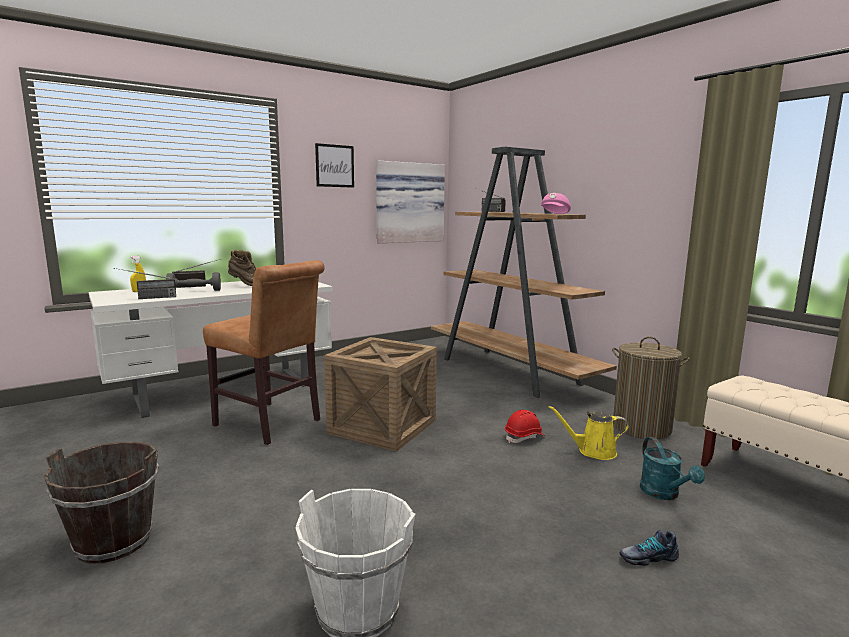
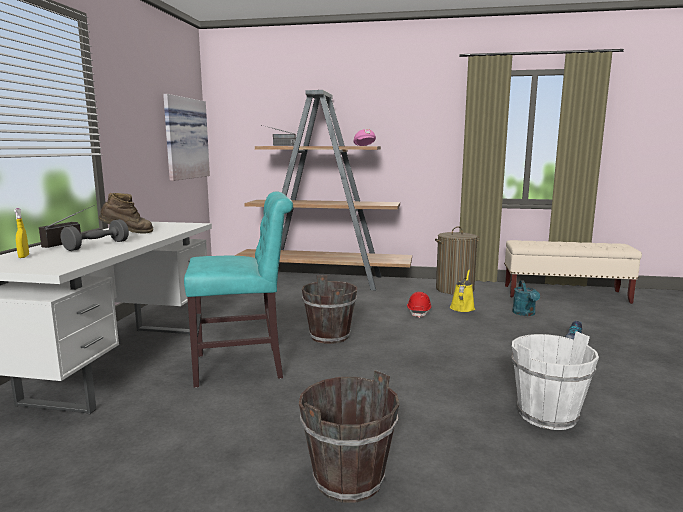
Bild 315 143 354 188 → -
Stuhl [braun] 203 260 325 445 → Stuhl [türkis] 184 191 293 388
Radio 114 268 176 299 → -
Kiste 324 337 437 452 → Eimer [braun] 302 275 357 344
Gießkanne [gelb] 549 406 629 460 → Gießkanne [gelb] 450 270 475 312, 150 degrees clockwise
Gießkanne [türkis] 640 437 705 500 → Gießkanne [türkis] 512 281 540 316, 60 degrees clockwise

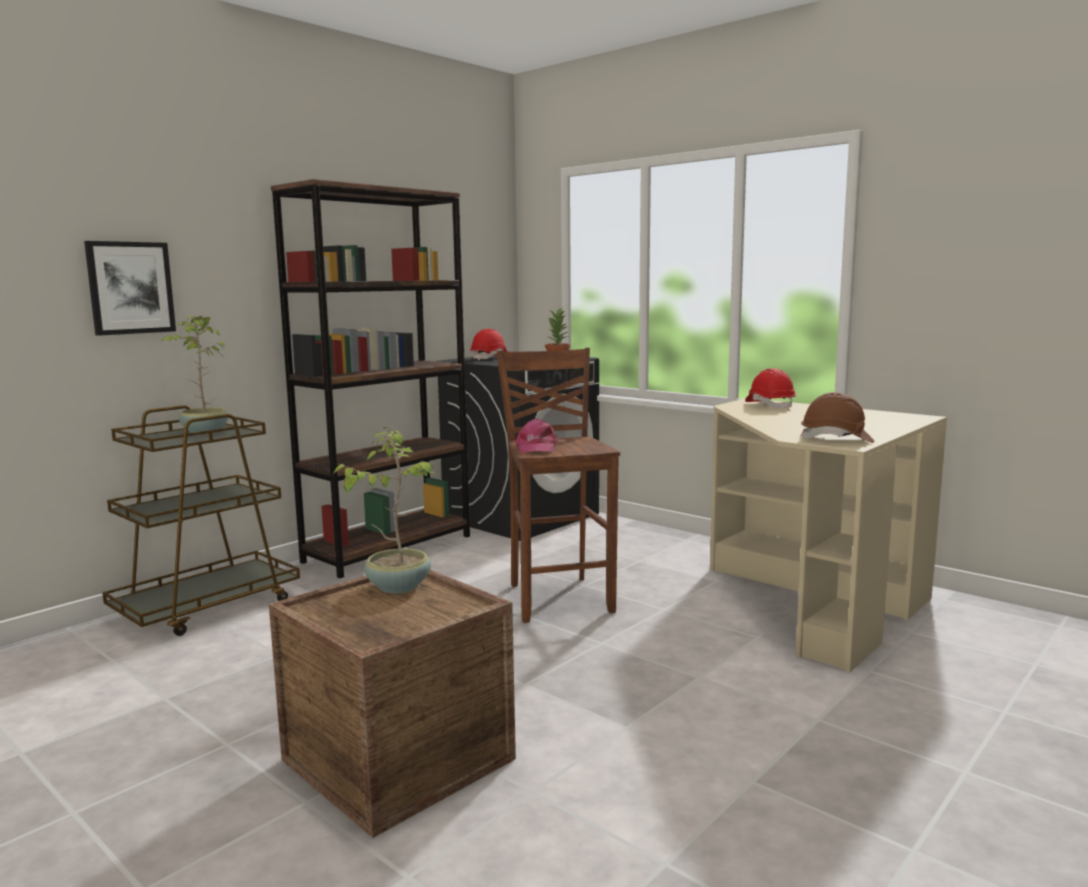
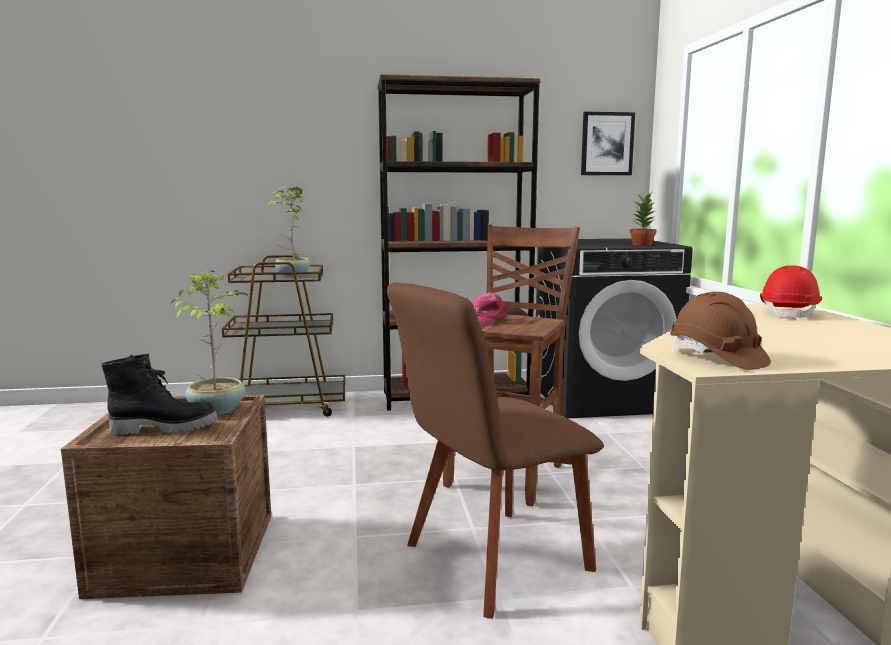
Bild 84 241 176 336 → Bild 581 112 635 175, relocated
Schutzhelm [rot] 470 329 508 361 → -
- → Stuhl [braun] 387 282 604 619
- → Stiefel [schwarz] 102 354 218 435

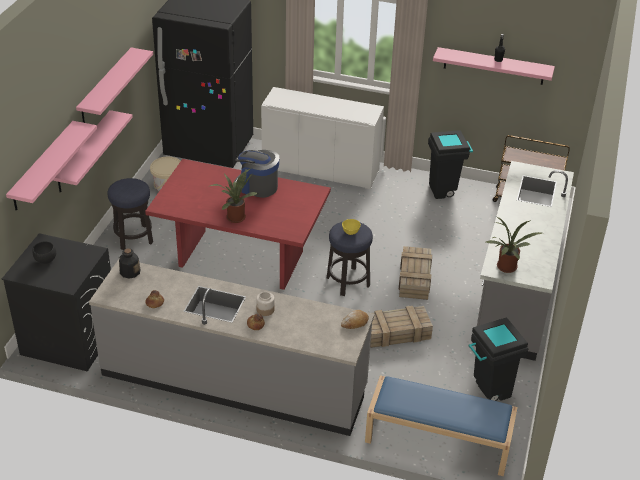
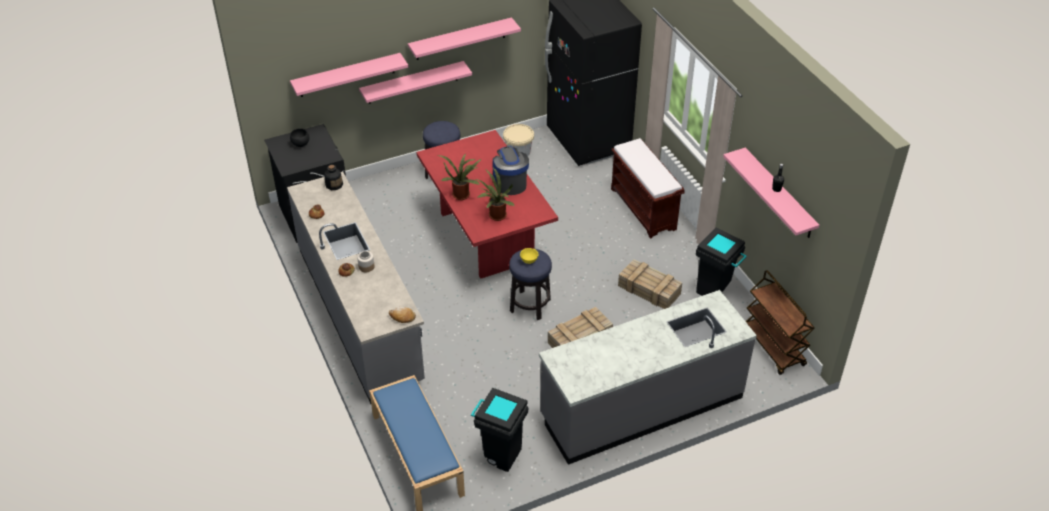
Schrank [weiß] 261 87 384 189 → Bank [braun] 611 138 685 239
Topfpflanze 486 217 542 273 → Topfpflanze 476 167 515 221, relocated
Kiste 370 306 433 348 → Kiste 618 259 682 309, relocated

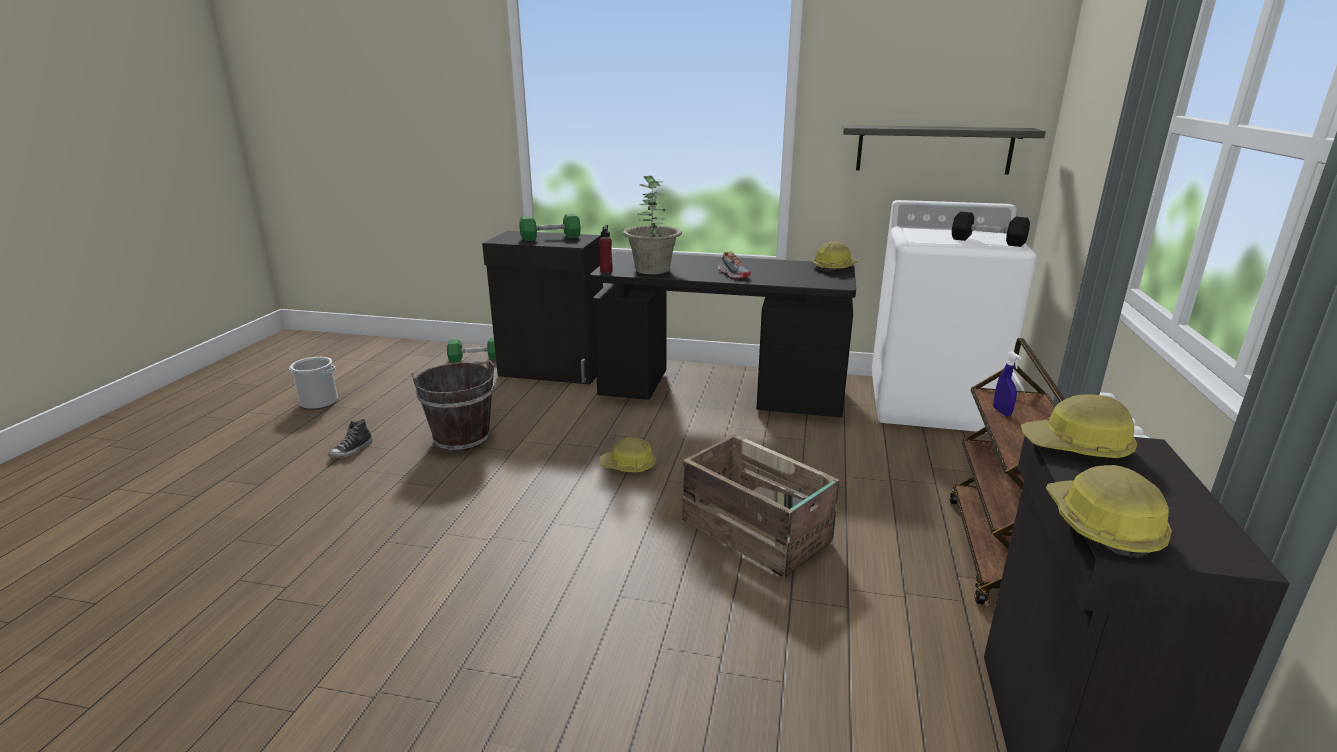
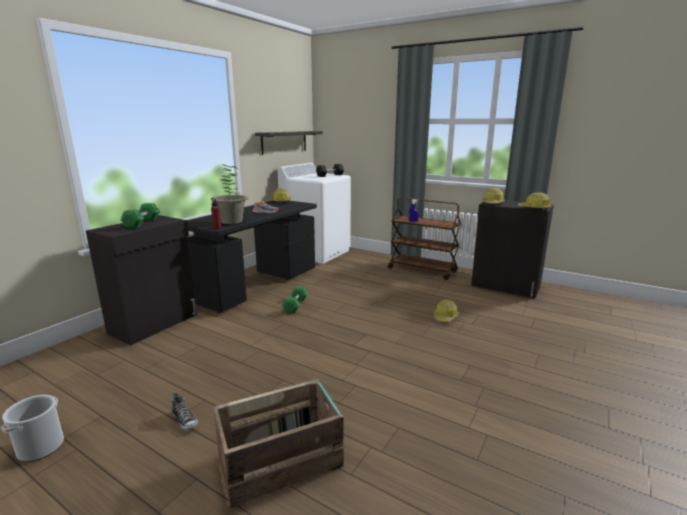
Hantel [grün] 447 338 496 362 → Hantel [grün] 282 286 308 313, relocated
Eimer [braun] 411 360 495 452 → -
Kiste 682 434 840 578 → Kiste 213 379 344 508, relocated
Schutzhelm 600 437 656 473 → Schutzhelm 434 299 459 322, relocated

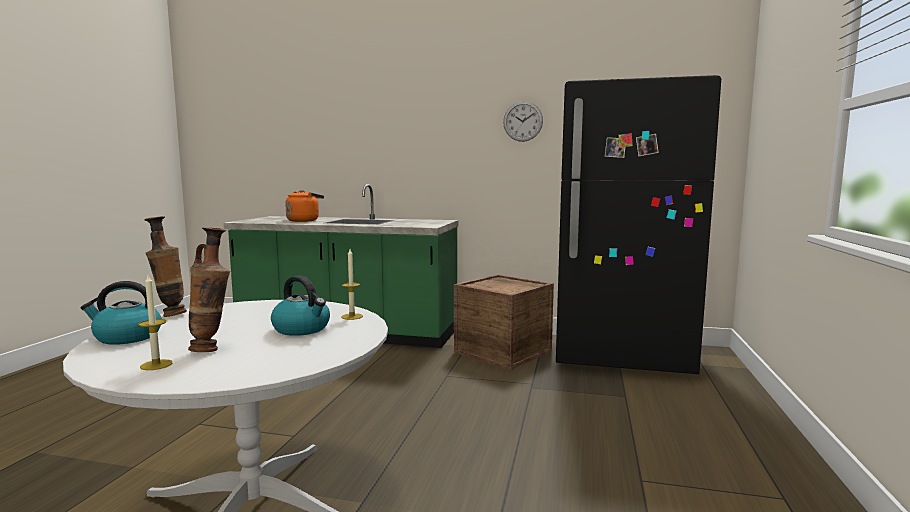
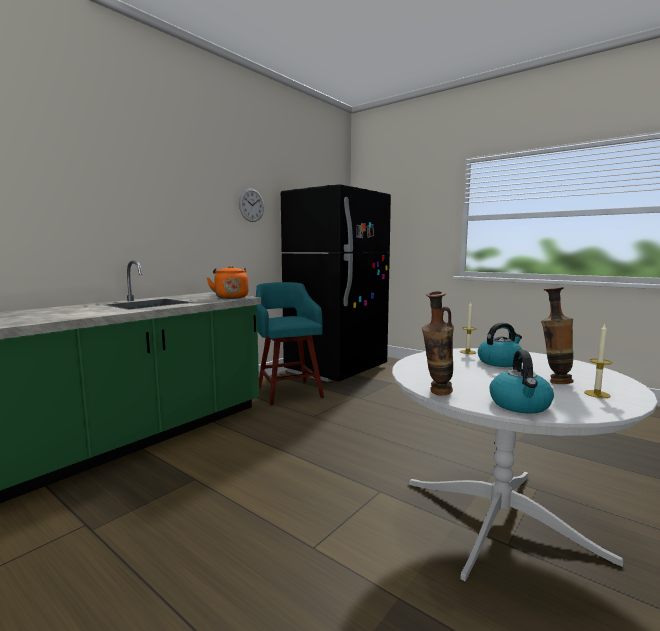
Wasserkessel [orange] 285 190 324 222 → Wasserkessel [orange] 207 265 249 299, relocated
Kiste 454 274 554 370 → Hocker [türkis] 256 282 324 406

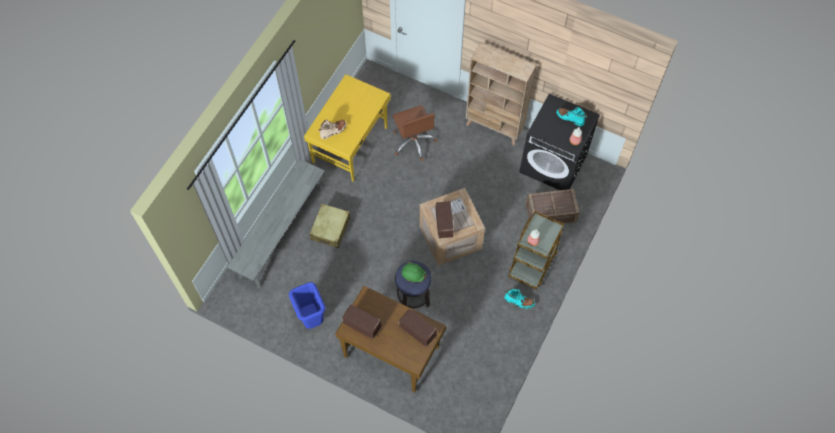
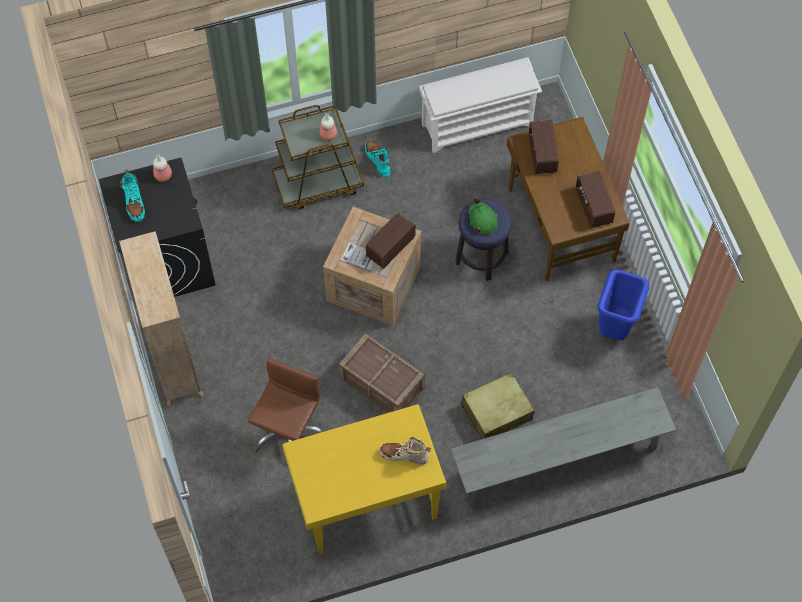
Kiste 525 189 580 224 → Kiste 338 333 425 412, relocated
- → Schuhregal [weiß] 419 57 542 153

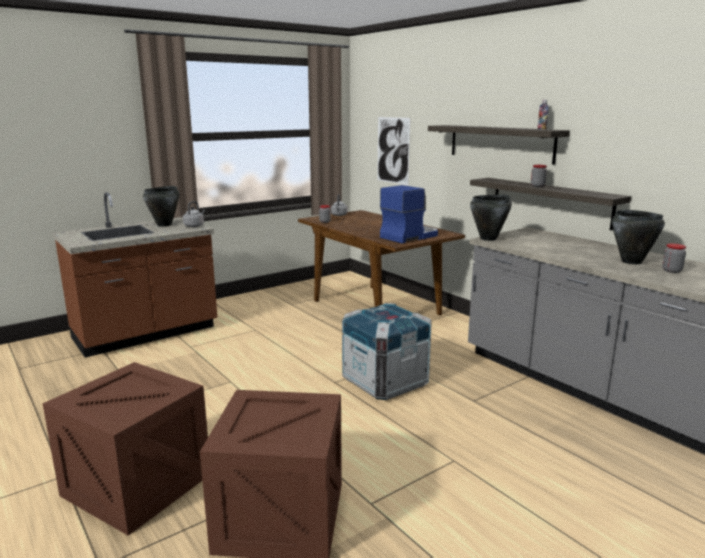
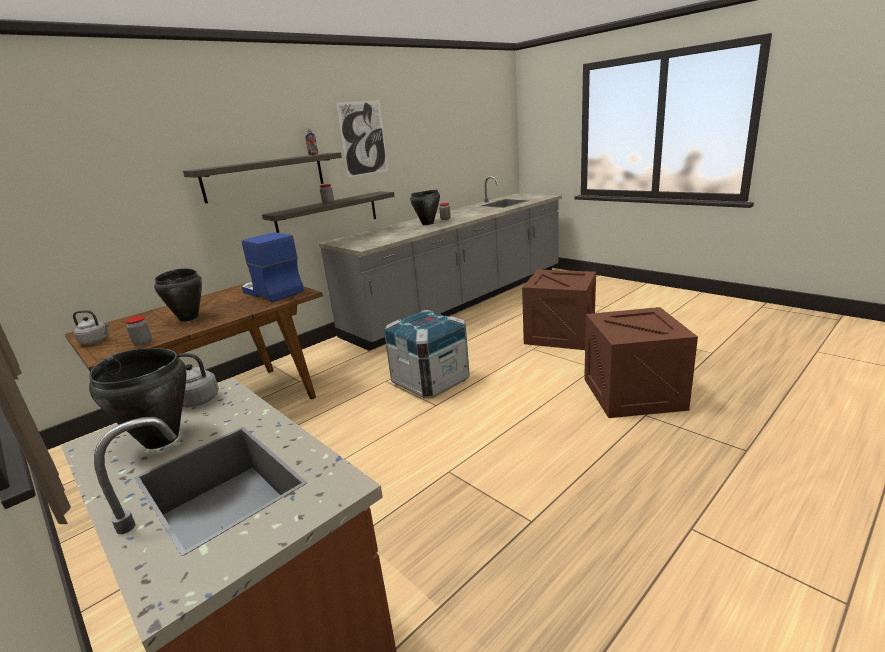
Bild 377 117 410 185 → Bild 336 100 388 178, relocated
Kochtopf [schwarz] 470 194 512 241 → Kochtopf [schwarz] 154 268 202 322, relocated
Kiste 42 362 208 536 → Kiste 522 270 596 350, relocated

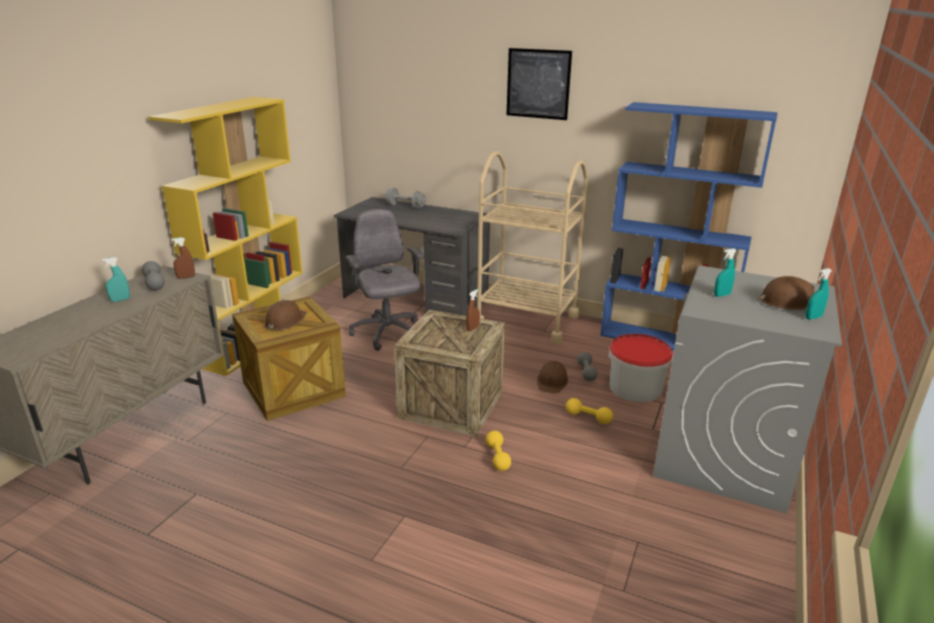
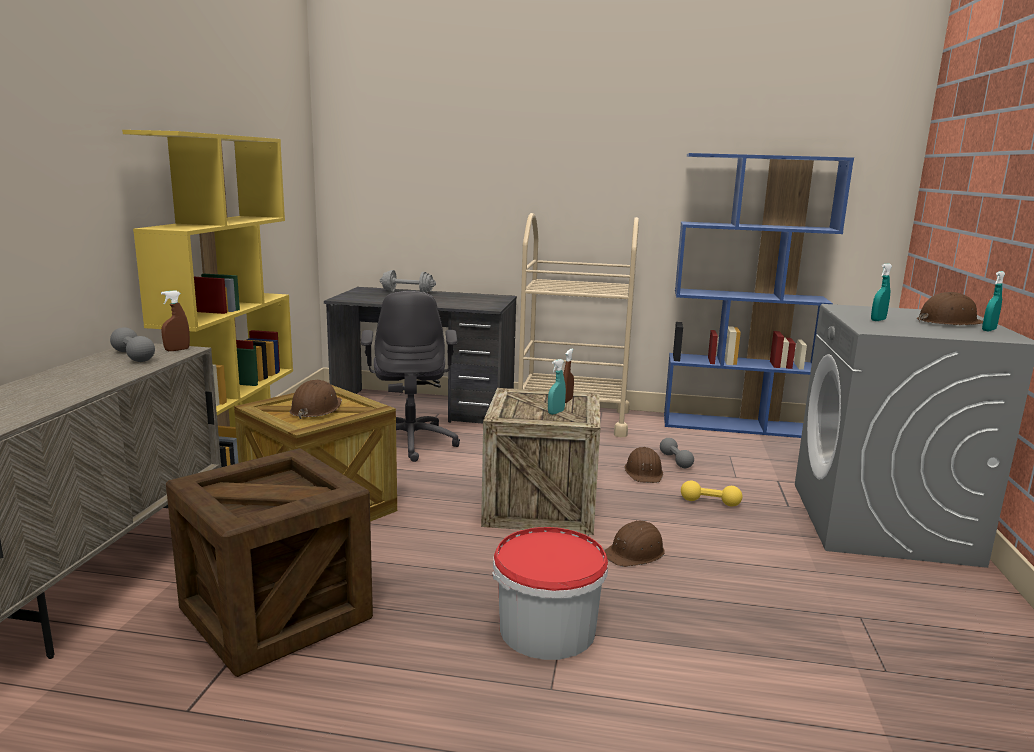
Bild 506 48 572 120 → -
Bürostuhl [grau] 345 209 424 351 → Bürostuhl [grau] 361 291 460 462, 150 degrees counterclockwise
Sprühflasche [türkis] 102 257 130 302 → Sprühflasche [türkis] 548 359 566 415, relocated
Eimer 608 334 673 402 → Eimer 492 527 608 660, relocated
Hantel [gelb] 486 431 511 471 → Schutzhelm [braun] 604 521 665 567
- → Kiste 166 448 373 677

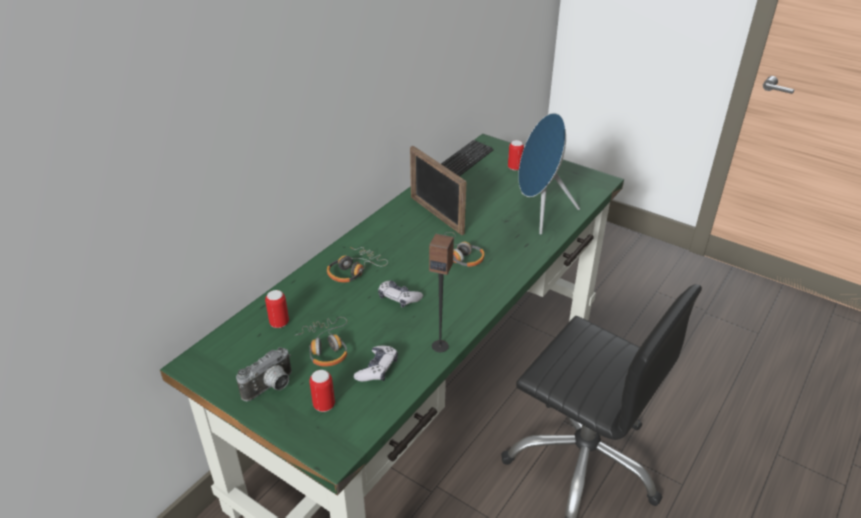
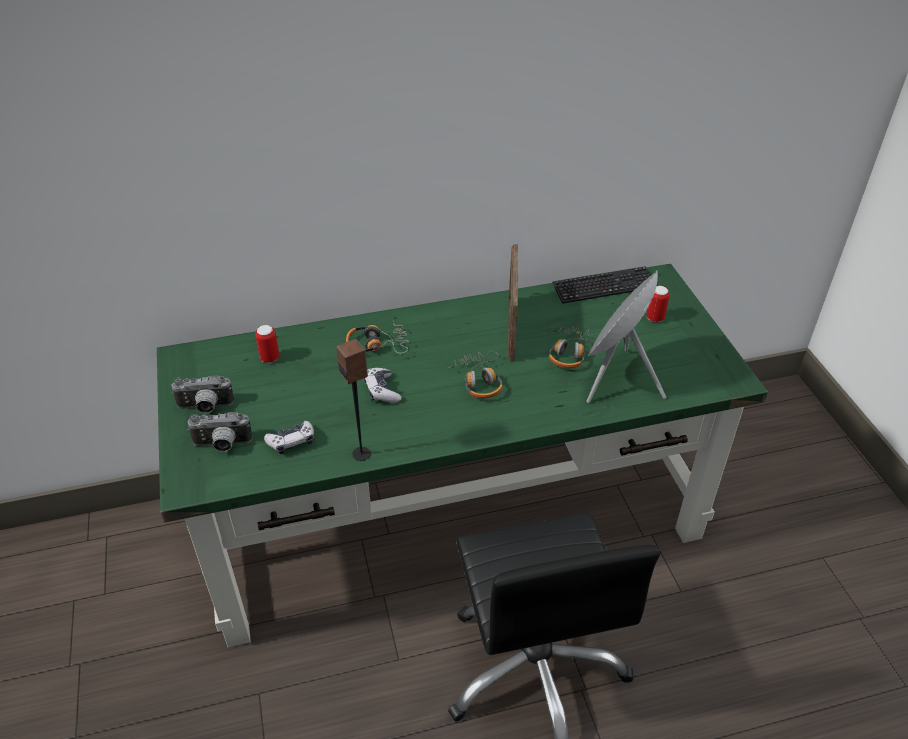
Lautsprecher [blau] 518 113 580 235 → Lautsprecher [grau] 587 270 666 403
Kopfhörer 296 317 347 367 → Kopfhörer 549 326 600 368, relocated
Dose 309 370 335 412 → Kamera 187 412 252 452

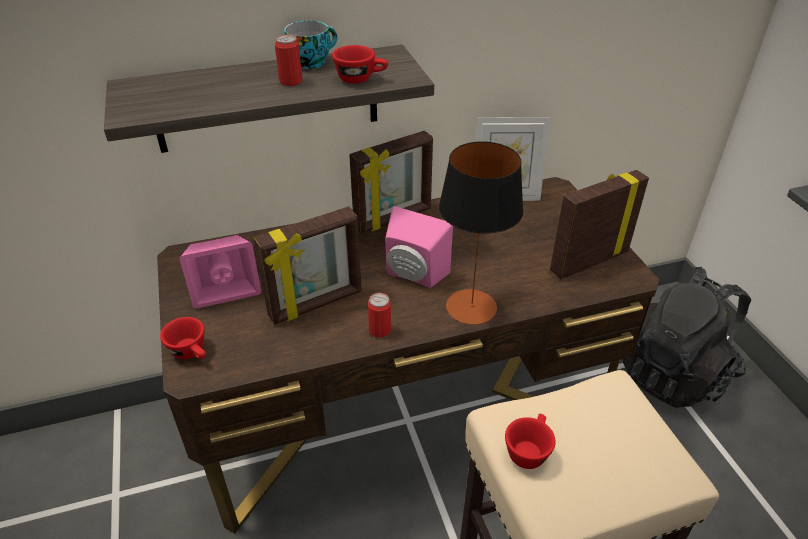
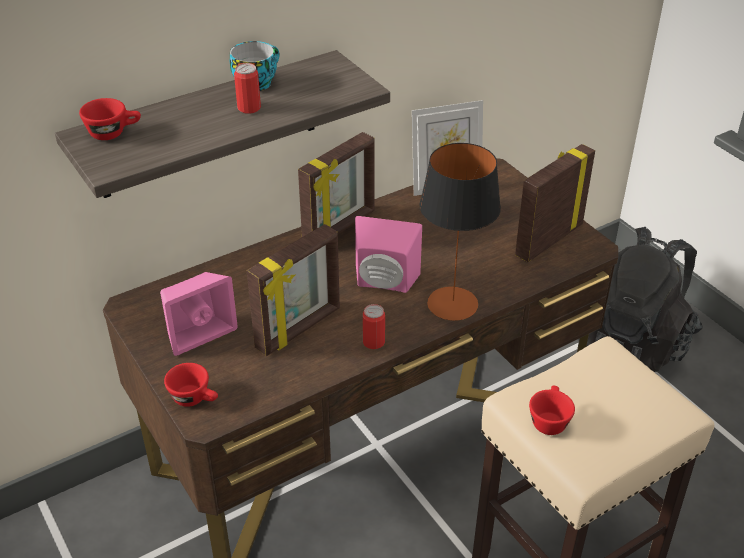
Tasse [rot] 332 45 388 84 → Tasse [rot] 79 98 141 140, relocated

